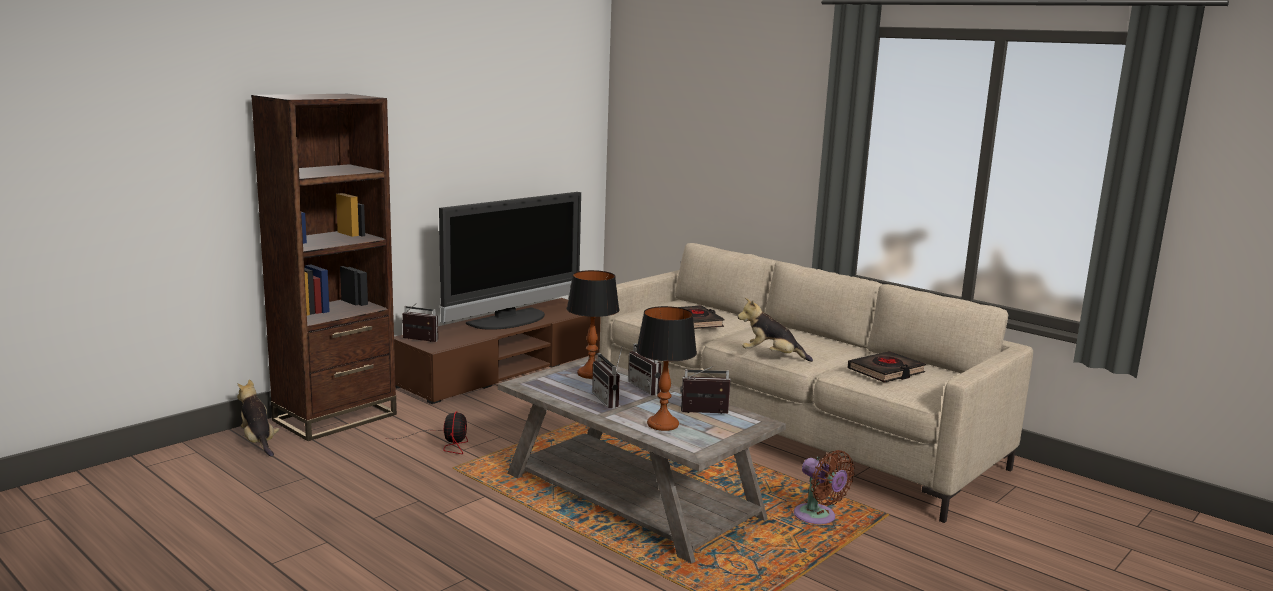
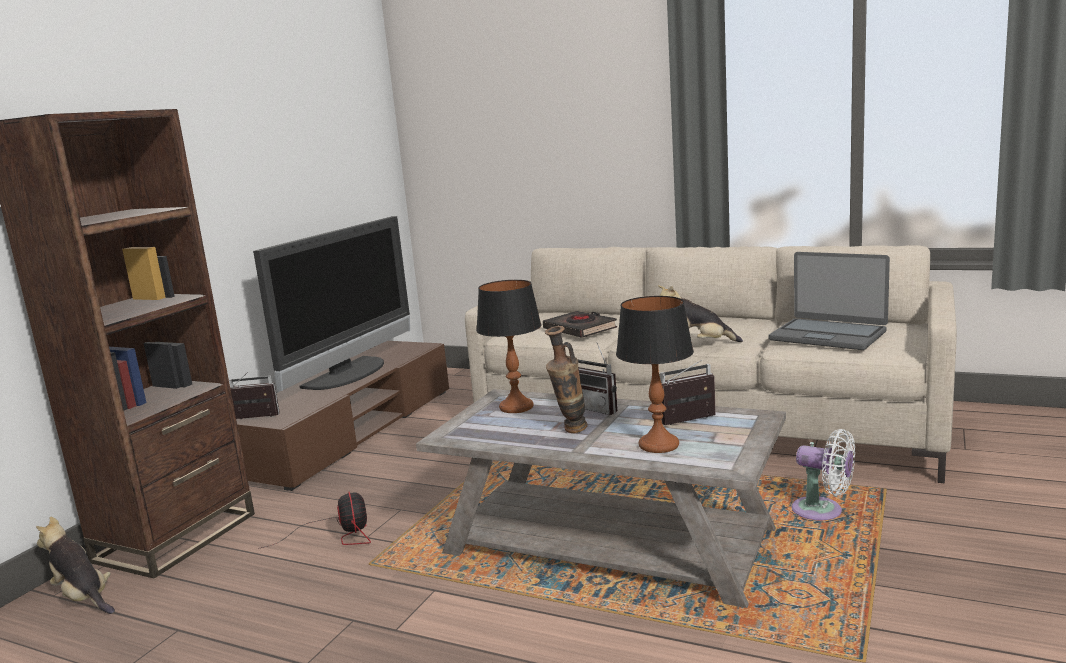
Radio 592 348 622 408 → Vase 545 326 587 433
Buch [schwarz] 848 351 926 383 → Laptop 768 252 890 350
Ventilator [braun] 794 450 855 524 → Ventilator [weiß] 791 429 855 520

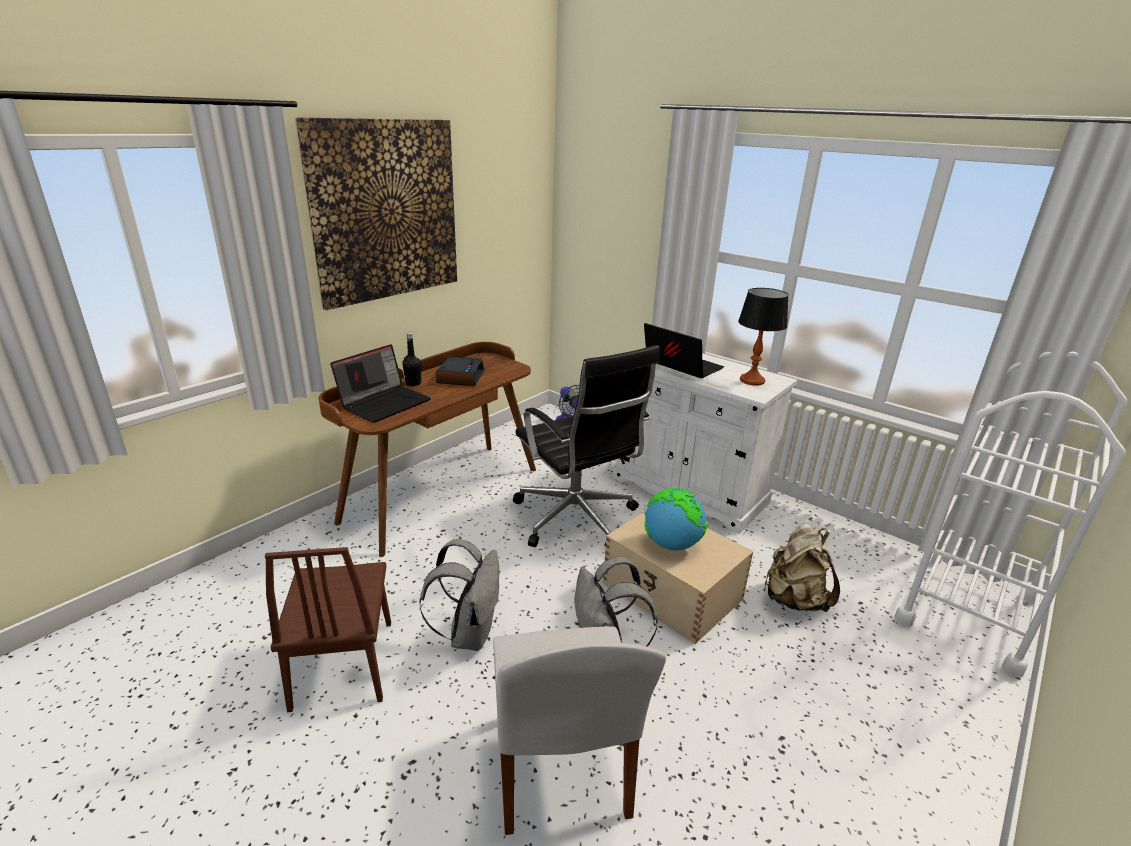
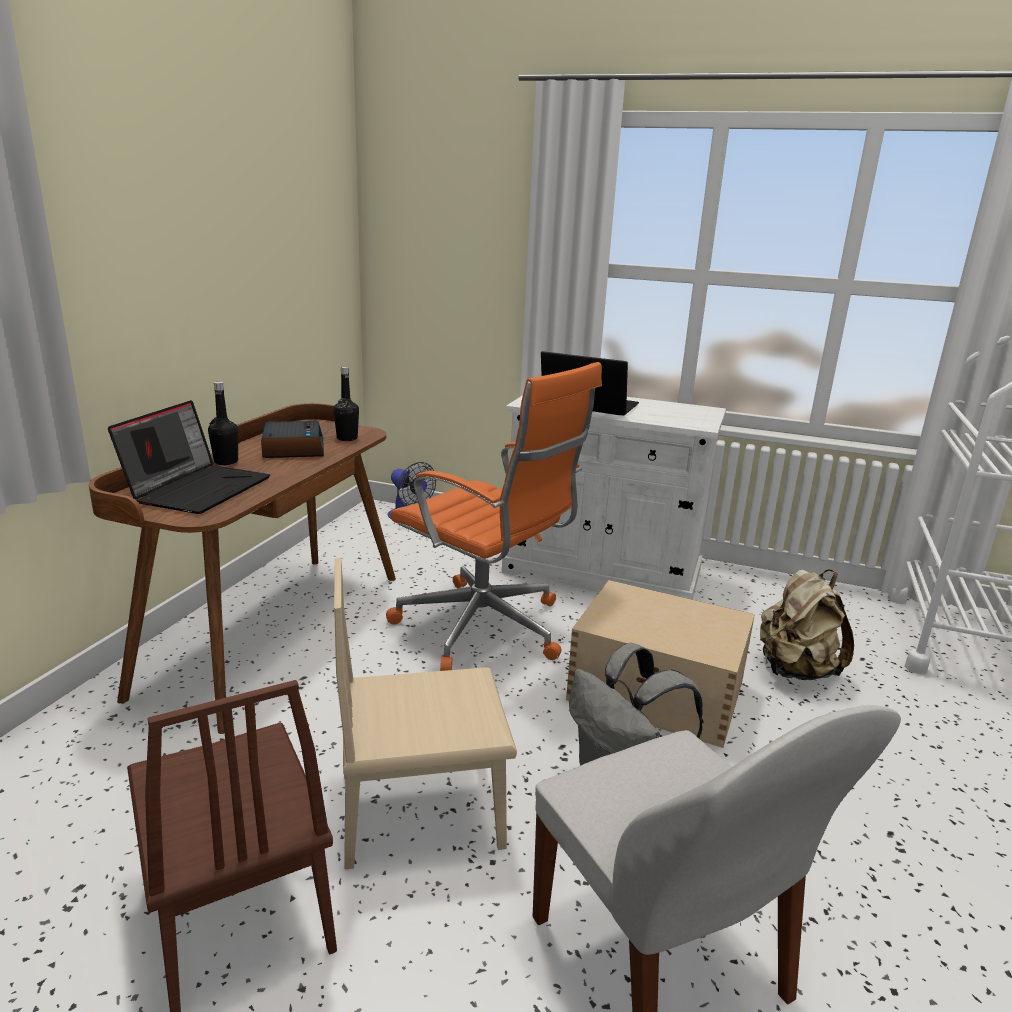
Bild 295 117 457 310 → -
Tischlampe 738 288 789 386 → -
Bürostuhl [schwarz] 513 345 660 547 → Bürostuhl [orange] 386 362 602 671
Globus 644 488 708 550 → -
Rucksack [grau] 419 539 500 651 → Stuhl [beige] 334 558 517 870
- → Flasche [schwarz] 333 366 359 441

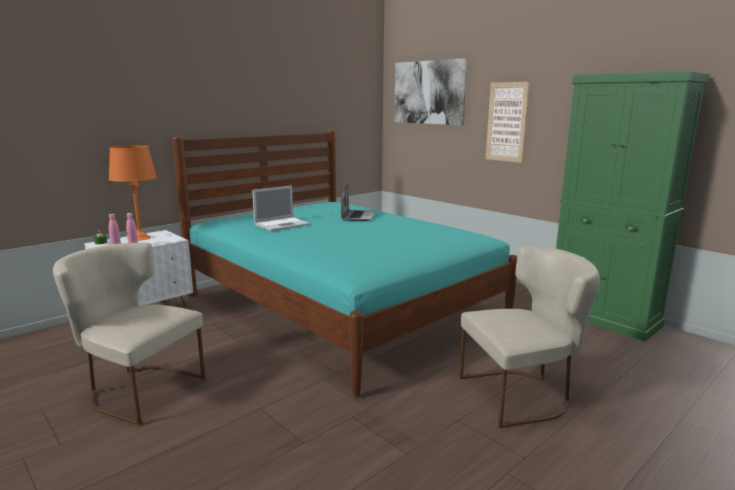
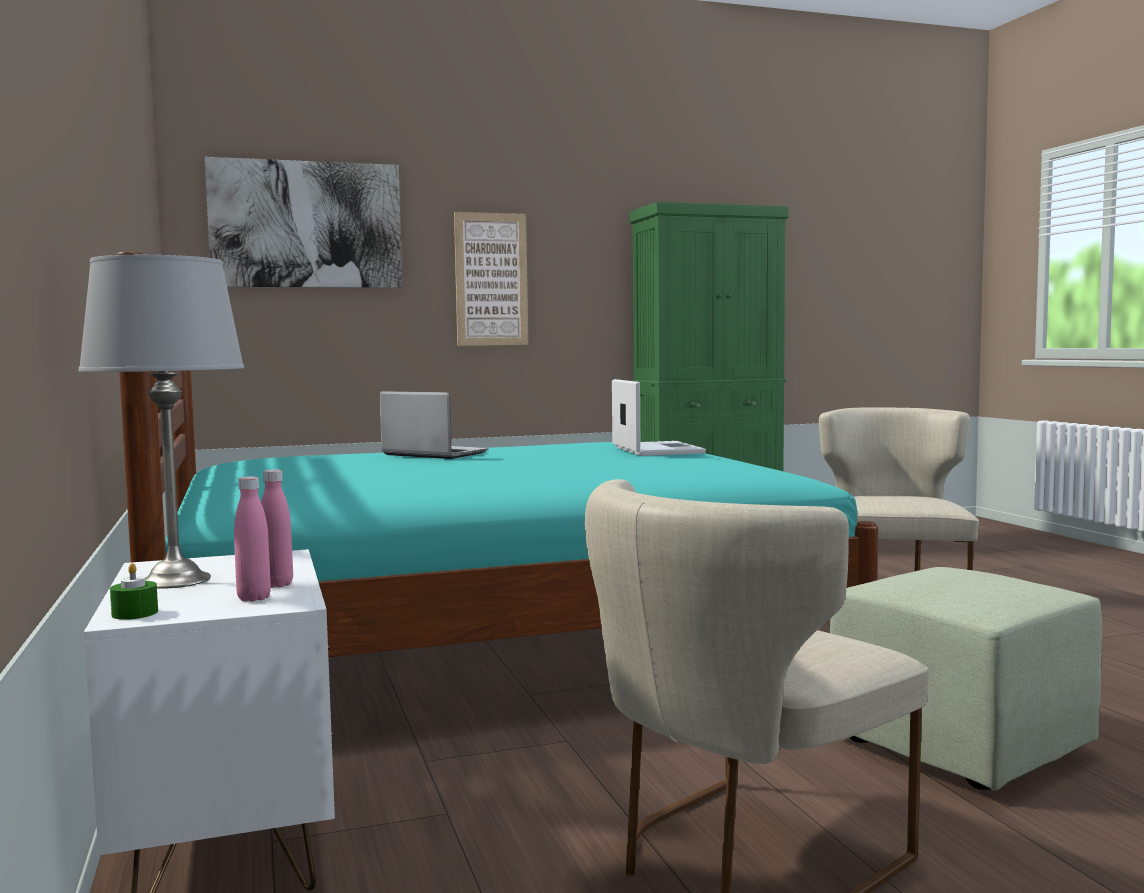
Tischlampe [orange] 109 145 157 241 → Tischlampe [grau] 79 255 244 589
Laptop 252 186 310 231 → Laptop 612 379 706 456, relocated
- → Polsterhocker [grün] 830 567 1102 791

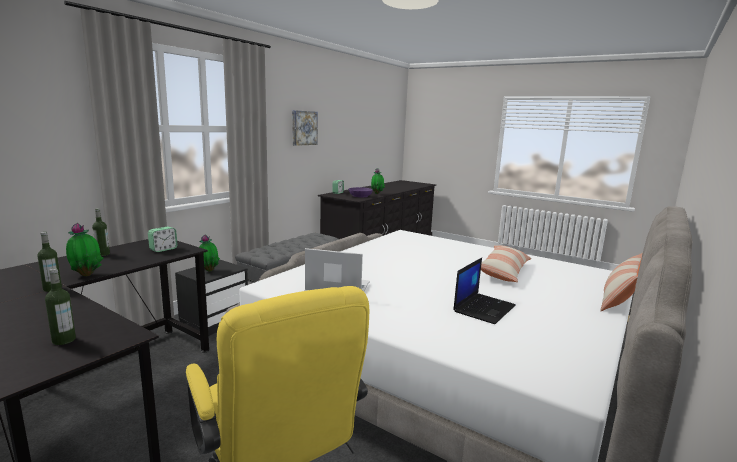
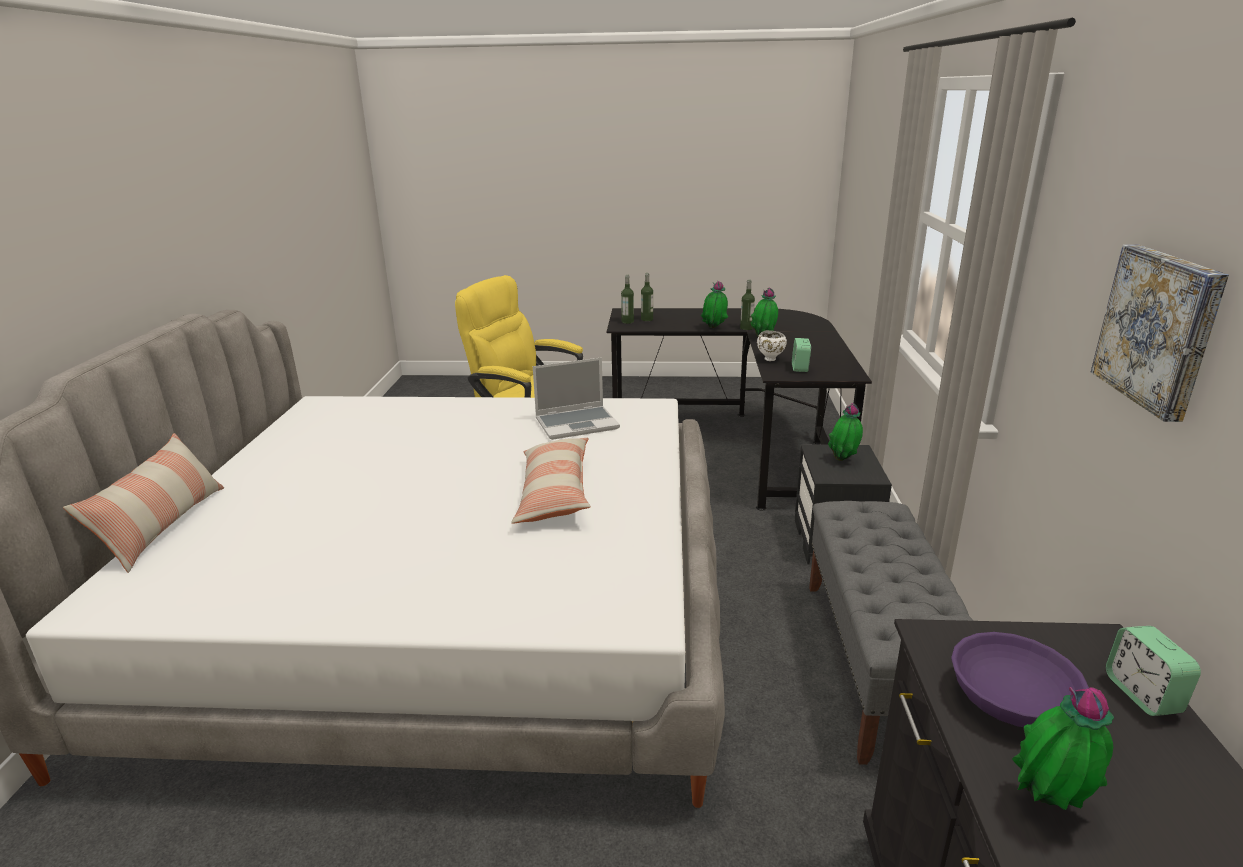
Flasche 92 208 110 256 → Flasche 621 275 634 324, relocated
Kissen 481 245 532 282 → Kissen 511 438 591 524, relocated
Laptop 453 258 516 324 → -
- → Topfpflanze 701 281 728 328
- → Schüssel [weiß] 757 330 787 361

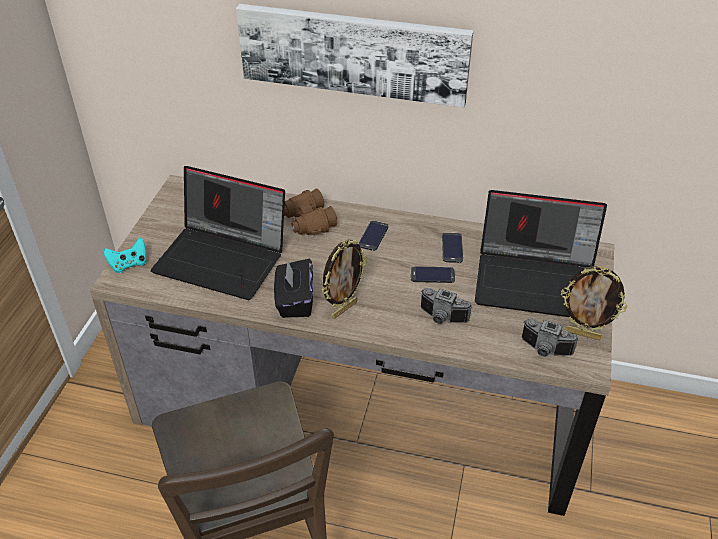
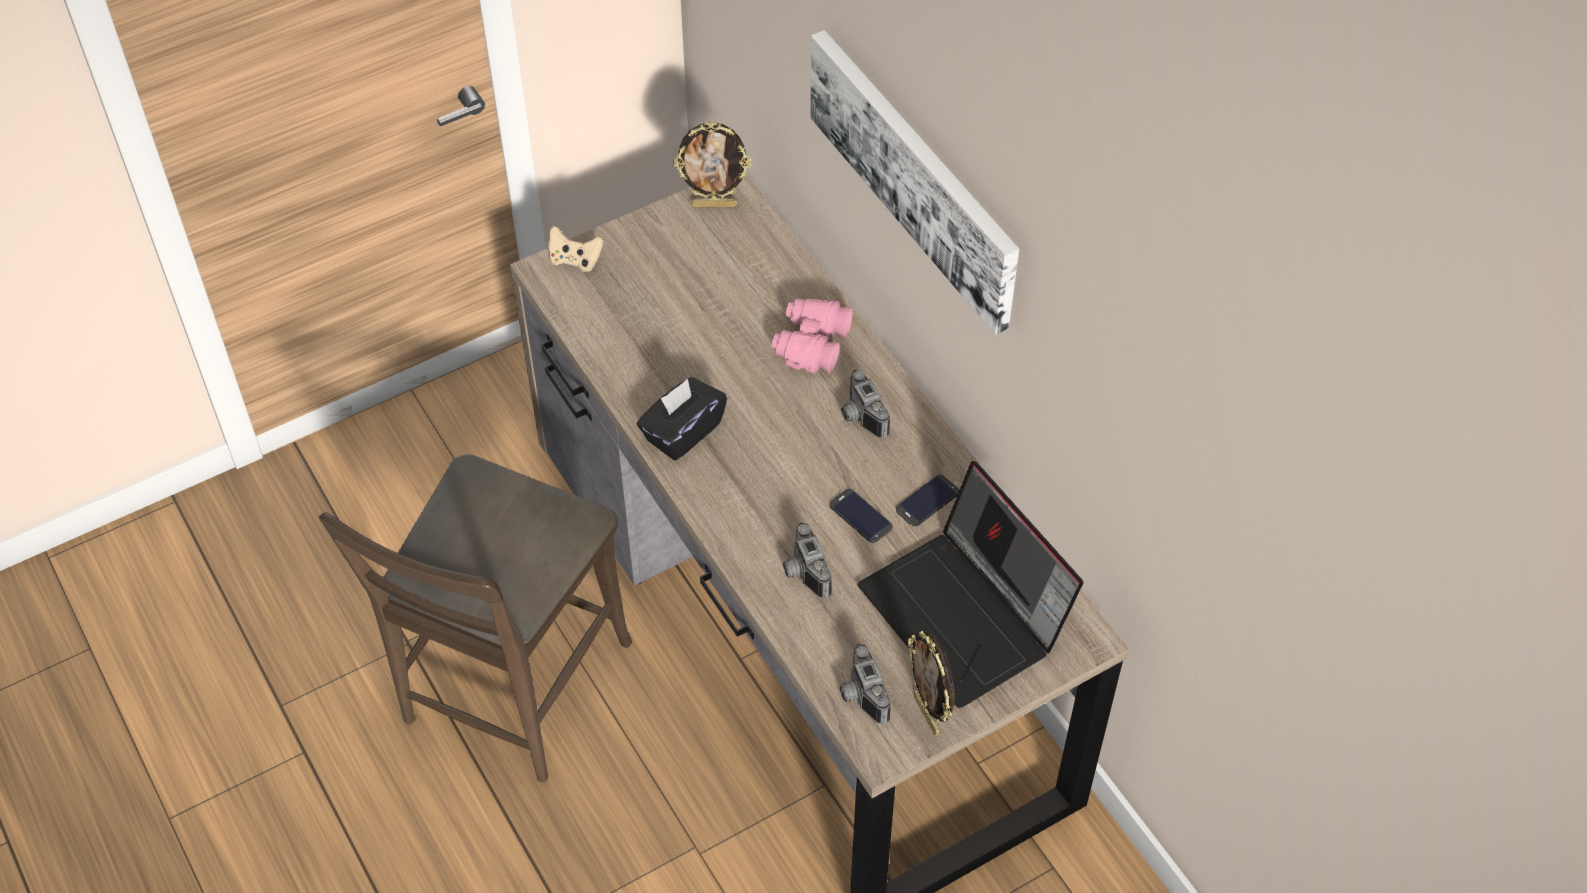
Laptop 151 166 285 300 → -
Fernglas [braun] 284 188 337 235 → Fernglas [rosa] 772 298 853 374
Handy 359 221 388 251 → Kamera 841 370 890 438
Gamepad [türkis] 103 238 147 273 → Gamepad [beige] 548 226 603 272
Bilderrahmen 322 239 367 319 → Bilderrahmen 673 122 752 208, relocated

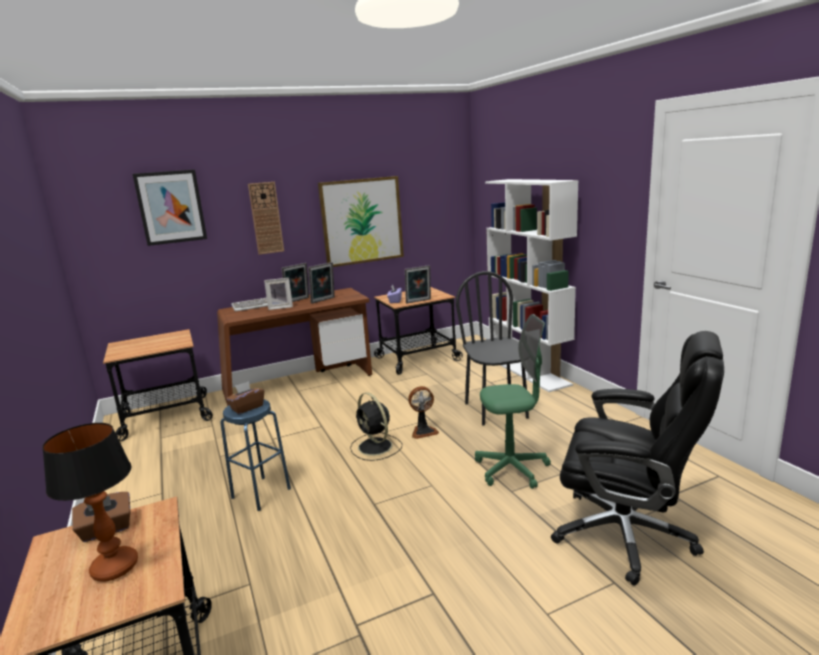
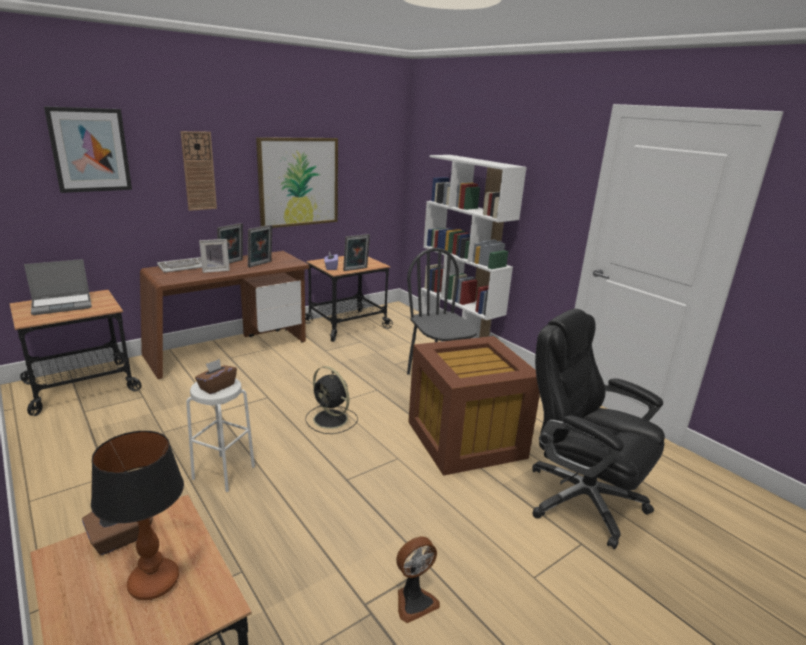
Bürostuhl [grün] 475 314 551 489 → Aufbewahrungsbox [braun] 408 336 540 476
Bürostuhl [schwarz] 551 331 724 585 → Bürostuhl [schwarz] 532 309 665 549, 150 degrees counterclockwise
Ventilator 408 386 439 439 → Ventilator 396 537 440 623, relocated
Hocker [blau] 220 399 291 511 → Hocker [weiß] 186 378 255 492
- → Laptop 24 259 92 315

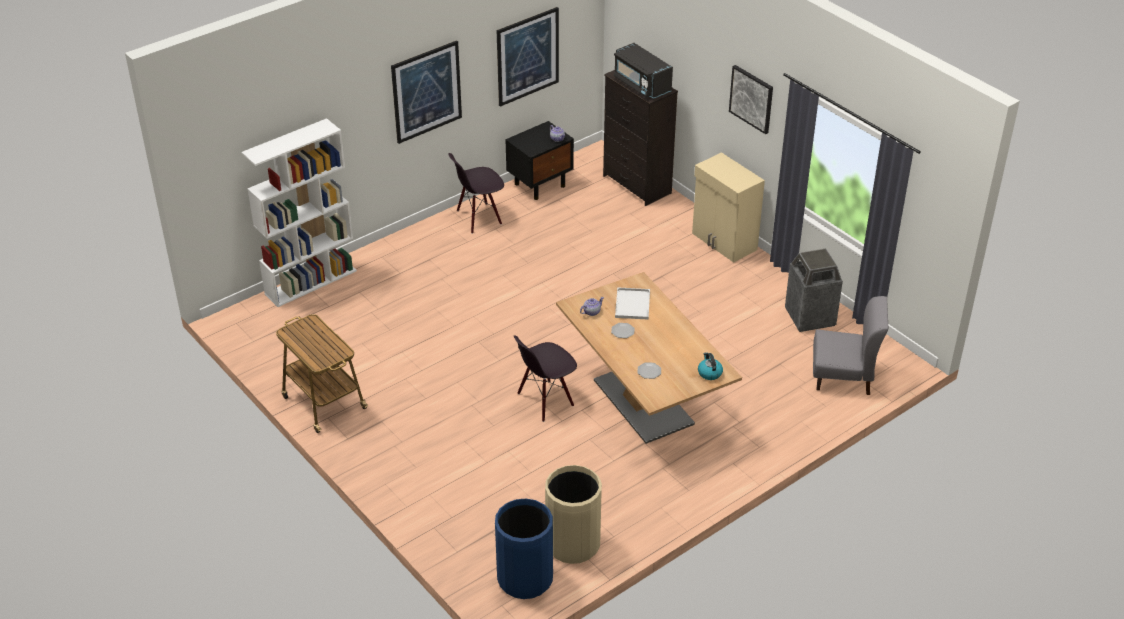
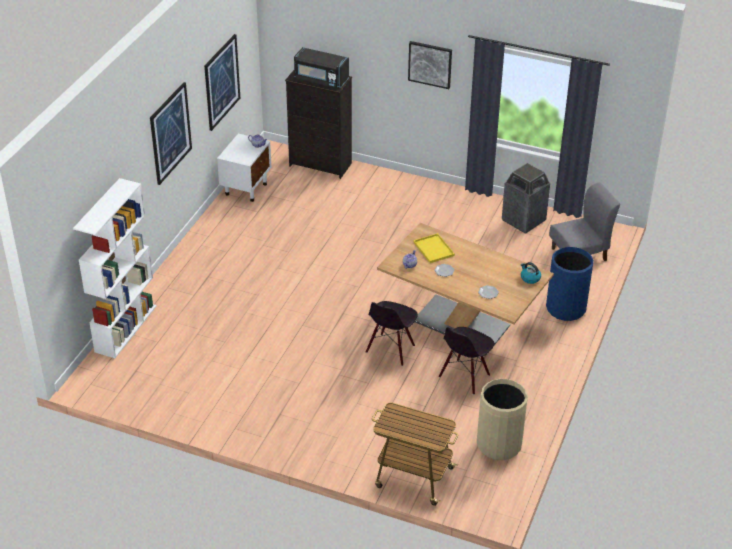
Nachttisch [schwarz] 505 121 574 200 → Nachttisch [weiß] 217 134 271 202
Schrank [beige] 692 152 765 263 → -
Stuhl [schwarz] 448 153 504 234 → Stuhl [schwarz] 439 327 494 395, relocated
Tablett [weiß] 615 287 650 320 → Tablett [gelb] 414 233 455 263
Rollwagen 276 314 368 433 → Rollwagen 372 403 458 506, relocated
Mülleimer [blau] 495 498 553 599 → Mülleimer [blau] 546 247 594 321, relocated

